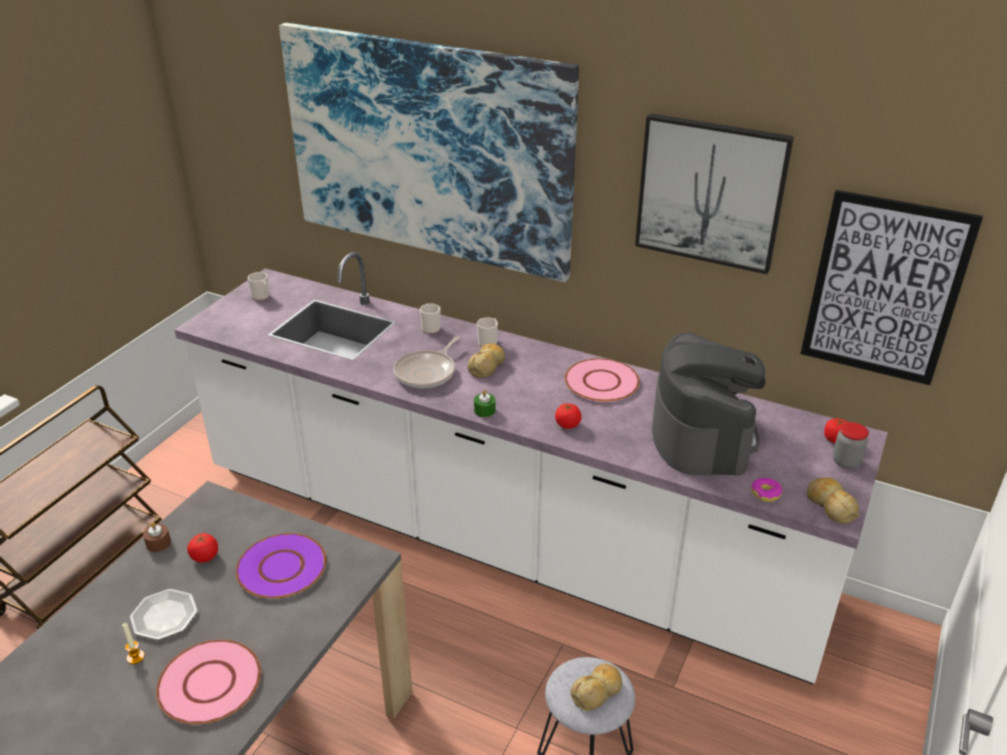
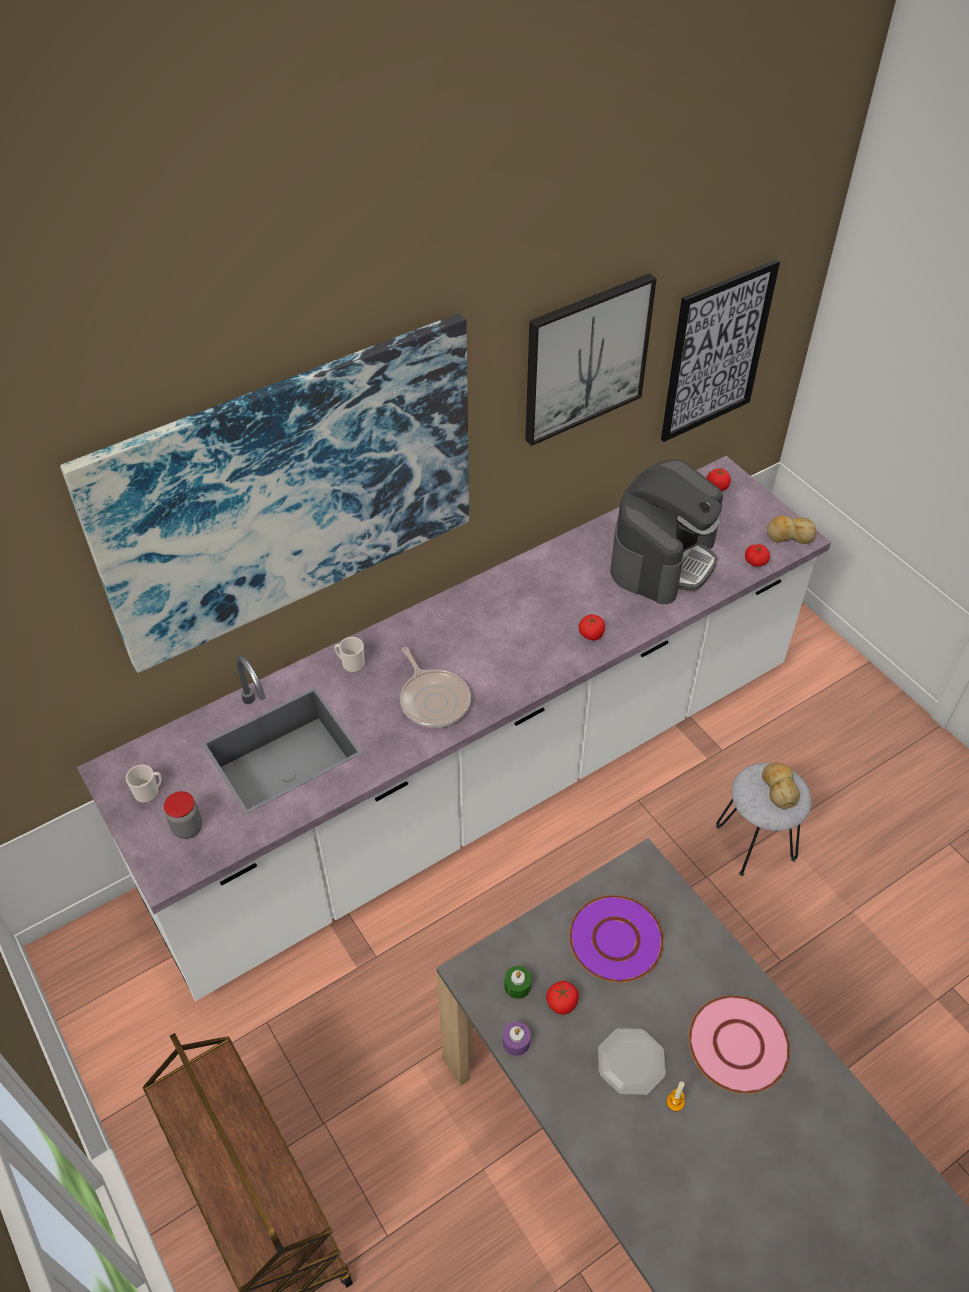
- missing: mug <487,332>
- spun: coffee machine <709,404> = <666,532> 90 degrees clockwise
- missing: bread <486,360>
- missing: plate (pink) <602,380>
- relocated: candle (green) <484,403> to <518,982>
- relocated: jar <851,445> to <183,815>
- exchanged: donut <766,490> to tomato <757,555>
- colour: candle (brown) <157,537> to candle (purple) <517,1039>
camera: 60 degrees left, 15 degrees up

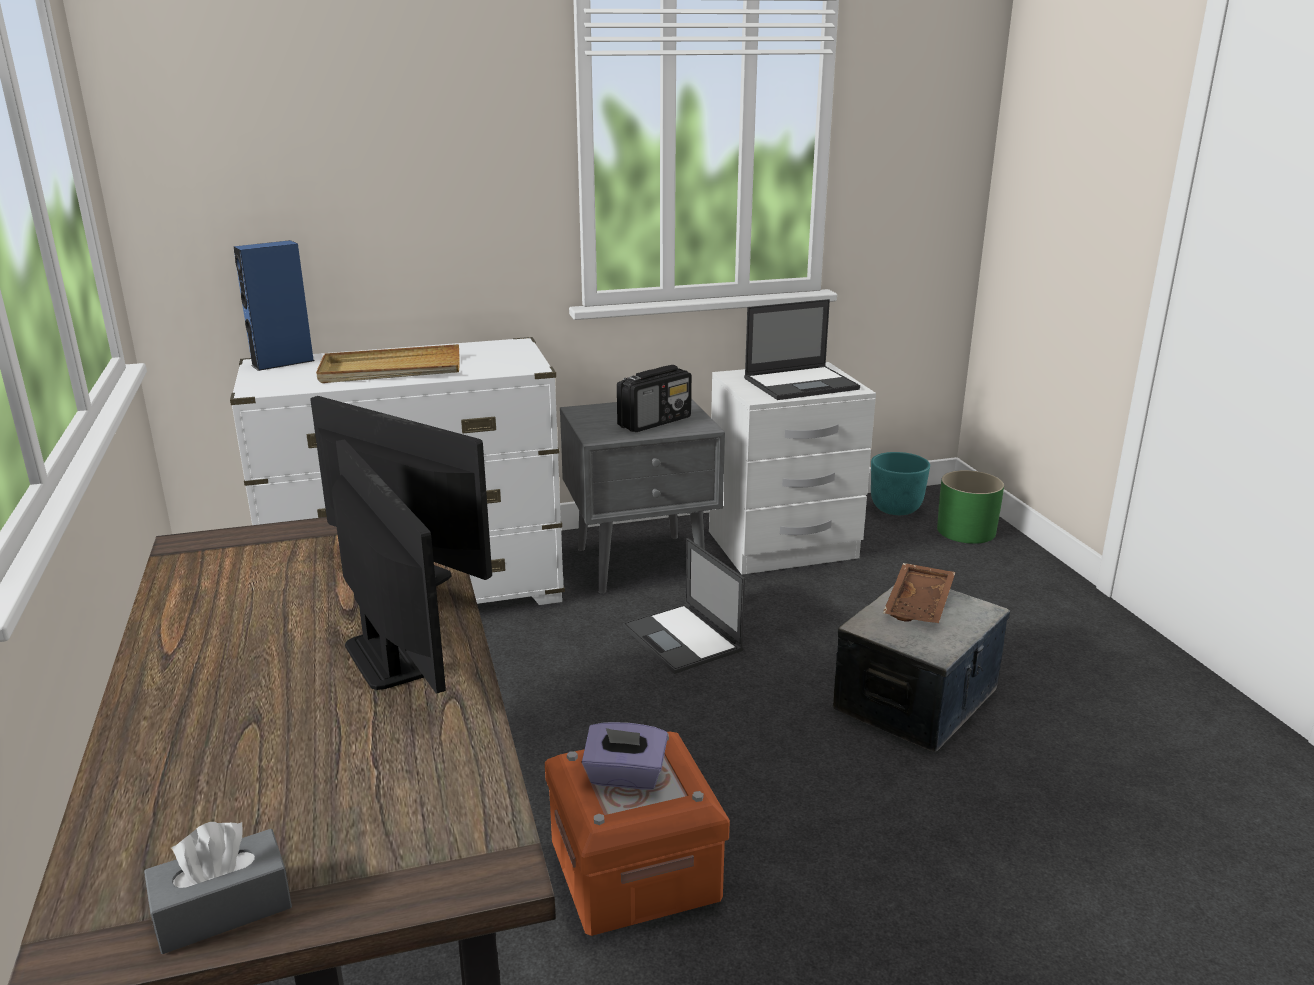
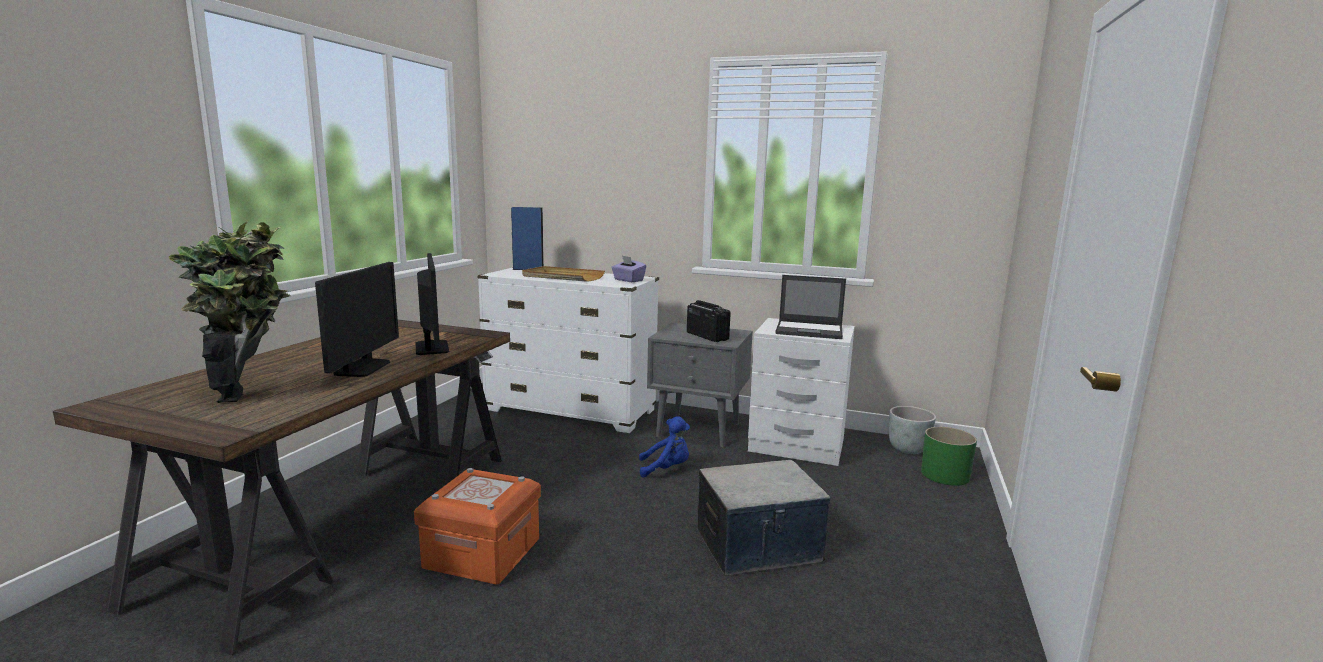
- spun: radio <654,398> = <709,321> 120 degrees counterclockwise
- colour: planter (turquoise) <900,483> to planter (grey) <912,430>
- exchanged: laptop <684,606> to plush toy (blue) <664,447>
- missing: tray (brown) <919,593>
- relocated: tissue box (purple) <625,756> to <628,269>
- missing: tissue box (grey) <218,888>
- appeared: potted plant <230,312>
camera: 35 degrees right, 10 degrees down

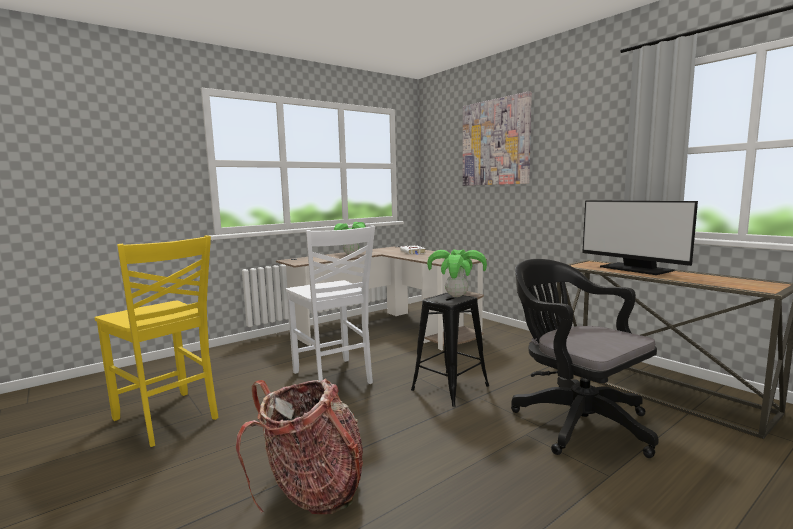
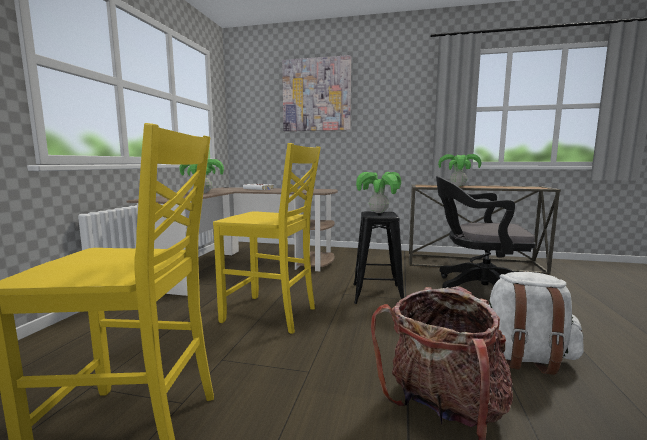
- exchanged: monitor <640,237> to potted plant <460,170>
- colour: chair (white) <330,305> to chair (yellow) <267,238>
- appeared: backpack (white) <536,323>
camera: 40 degrees left, 0 degrees up

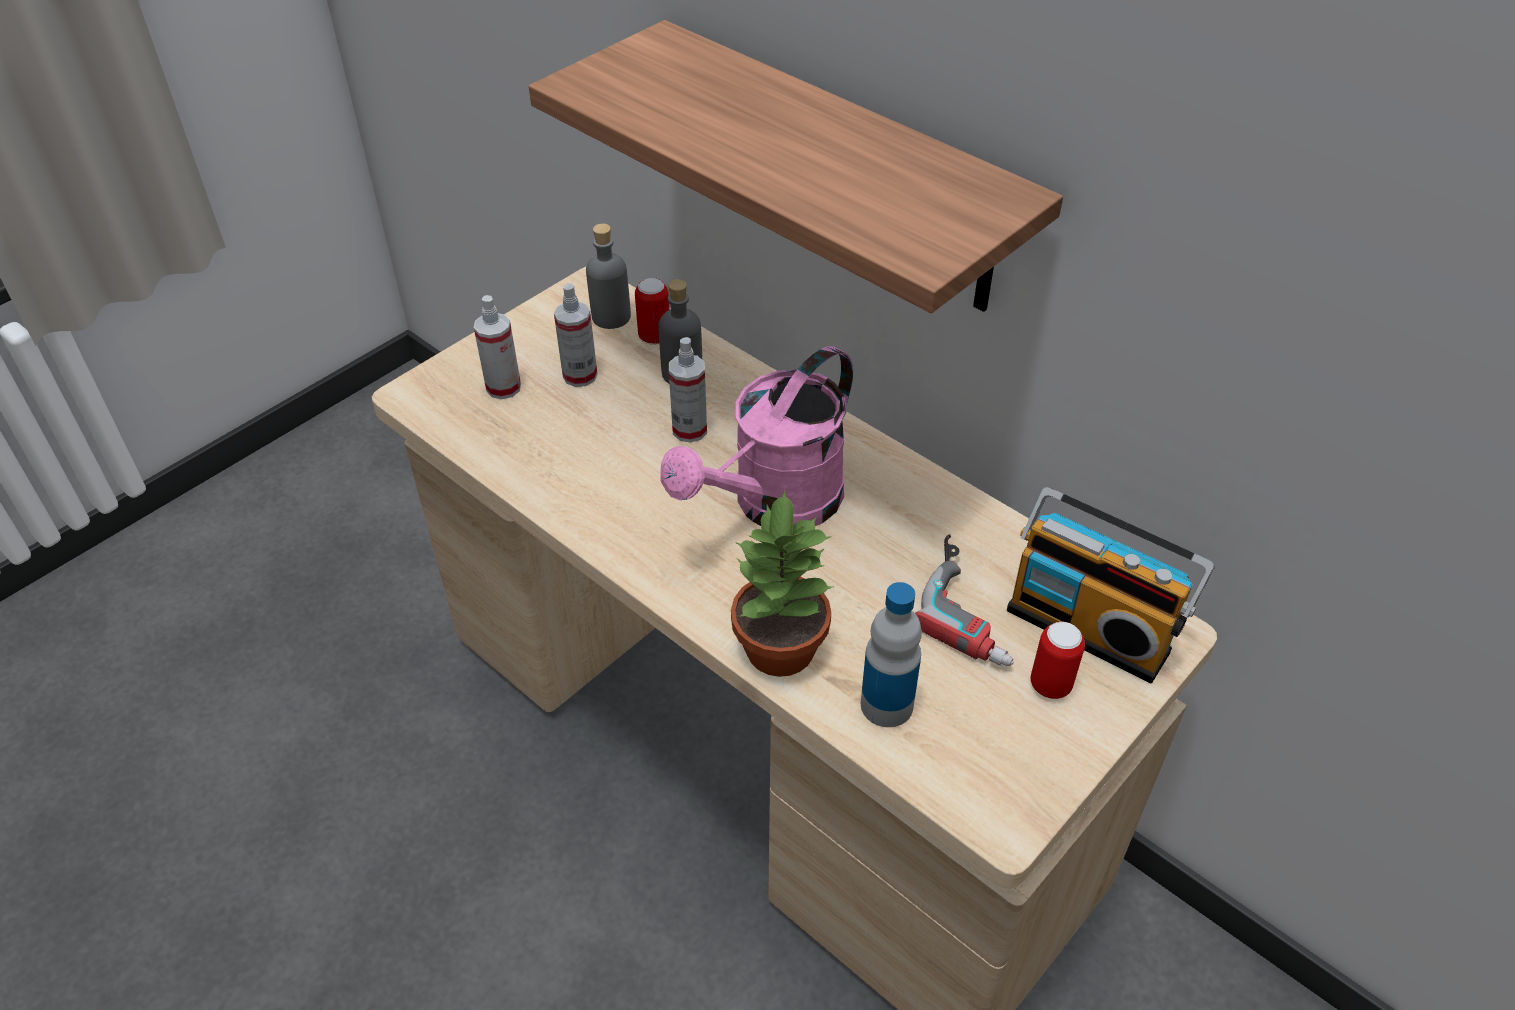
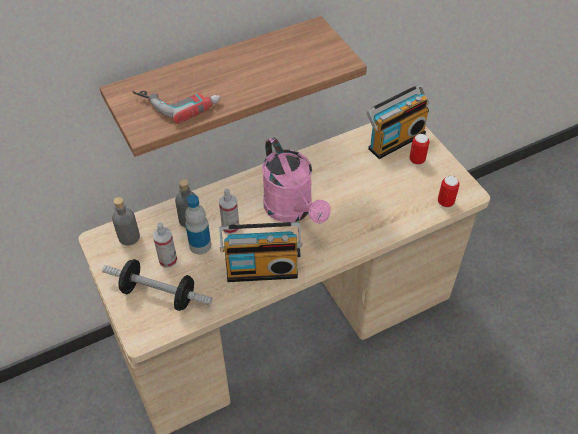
- relocated: can <652,311> to <449,191>
- exchanged: spray bottle <497,347> to dumbbell <157,285>
- missing: potted plant <781,584>
- relocated: power drill <964,600> to <176,107>
- relocated: bottle <891,654> to <198,224>
- appeared: radio <260,252>
camera: 70 degrees left, 5 degrees up

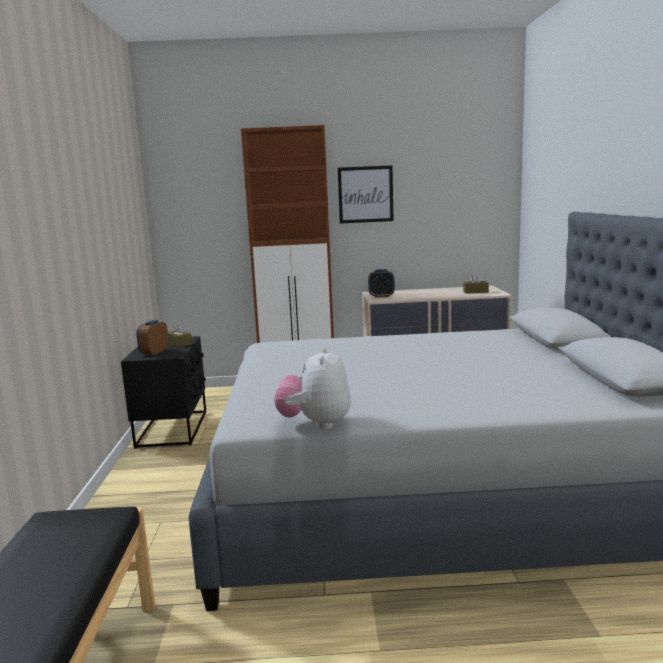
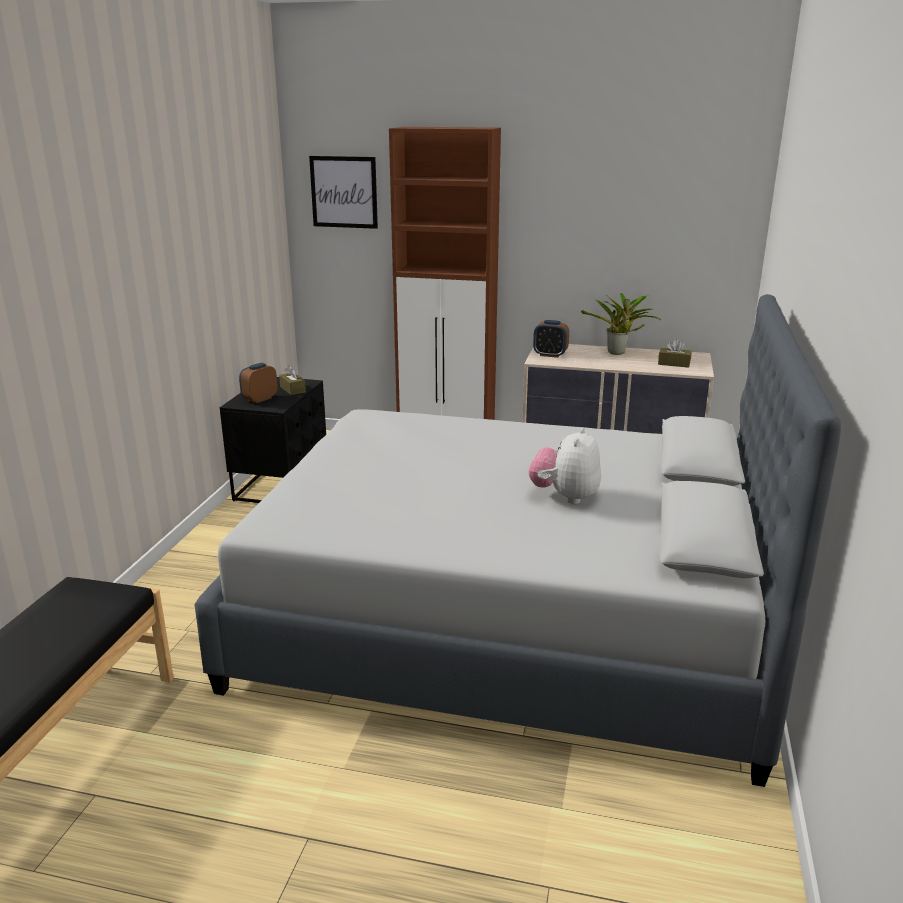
- relocated: picture <366,194> to <343,192>
- relocated: plush toy <312,388> to <565,465>
- appeared: potted plant <621,324>
camera: 15 degrees right, 10 degrees up

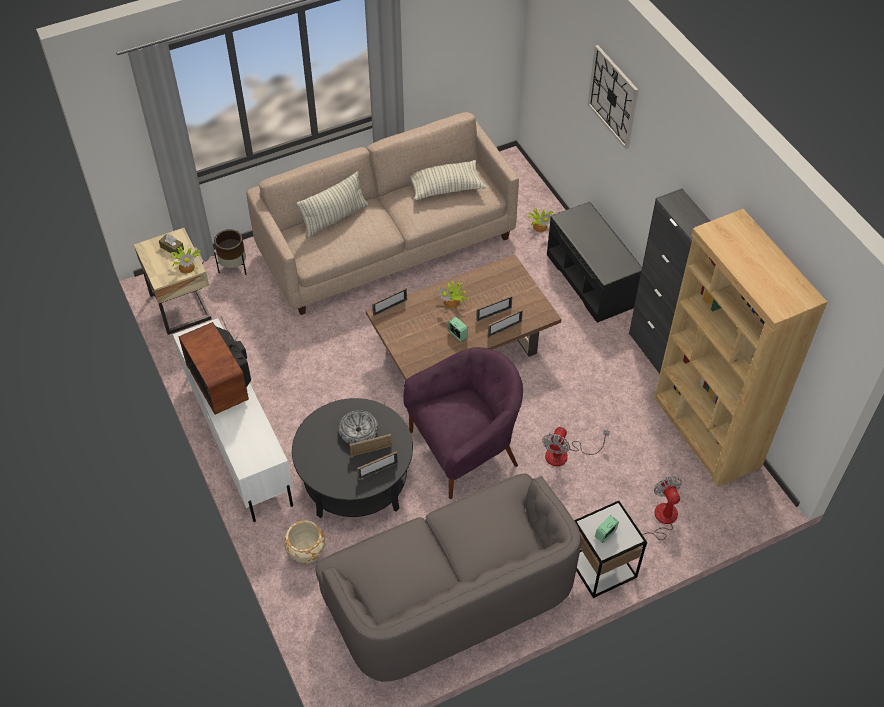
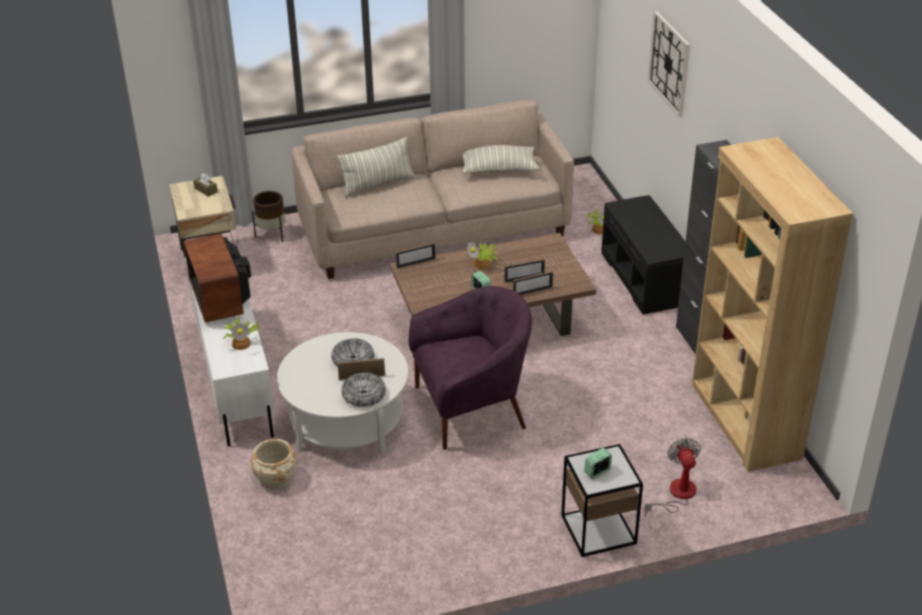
- relocated: potted plant <185,260> to <241,334>
- colour: coffee table (black) <352,458> to coffee table (white) <342,393>
- missing: fan <576,446>
- exchanged: picture frame <377,465> to bowl <363,389>
- missing: sofa (grey) <448,577>
camera: 10 degrees right, 15 degrees down

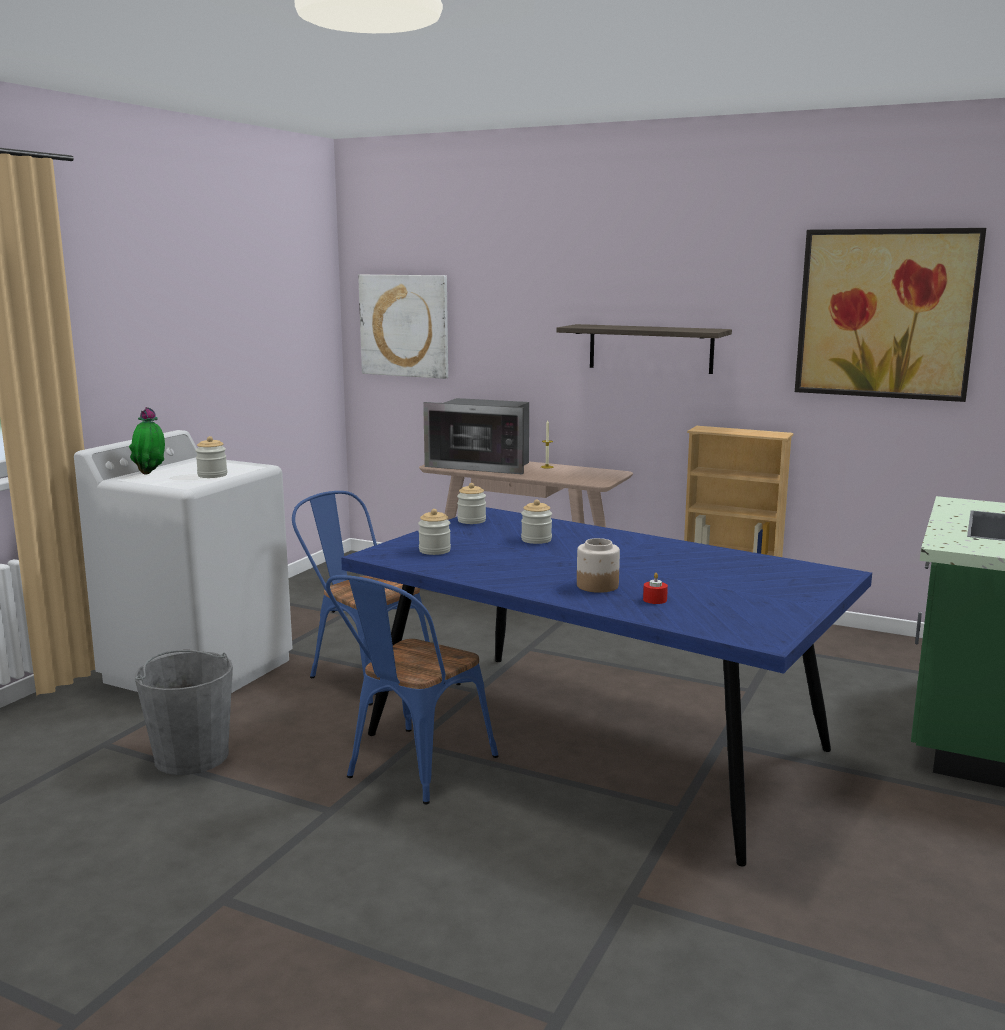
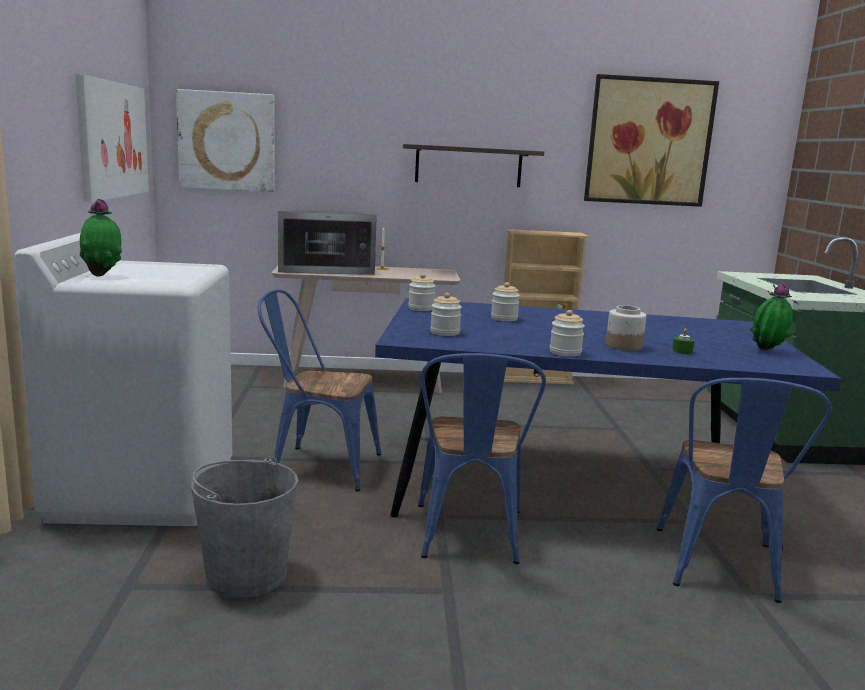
- relocated: jar <211,457> to <567,333>
- colour: candle (red) <655,588> to candle (green) <683,341>
- appeared: picture <112,138>
- appeared: potted plant <771,316>
- appeared: chair (blue) <744,490>
camera: 30 degrees left, 0 degrees up

